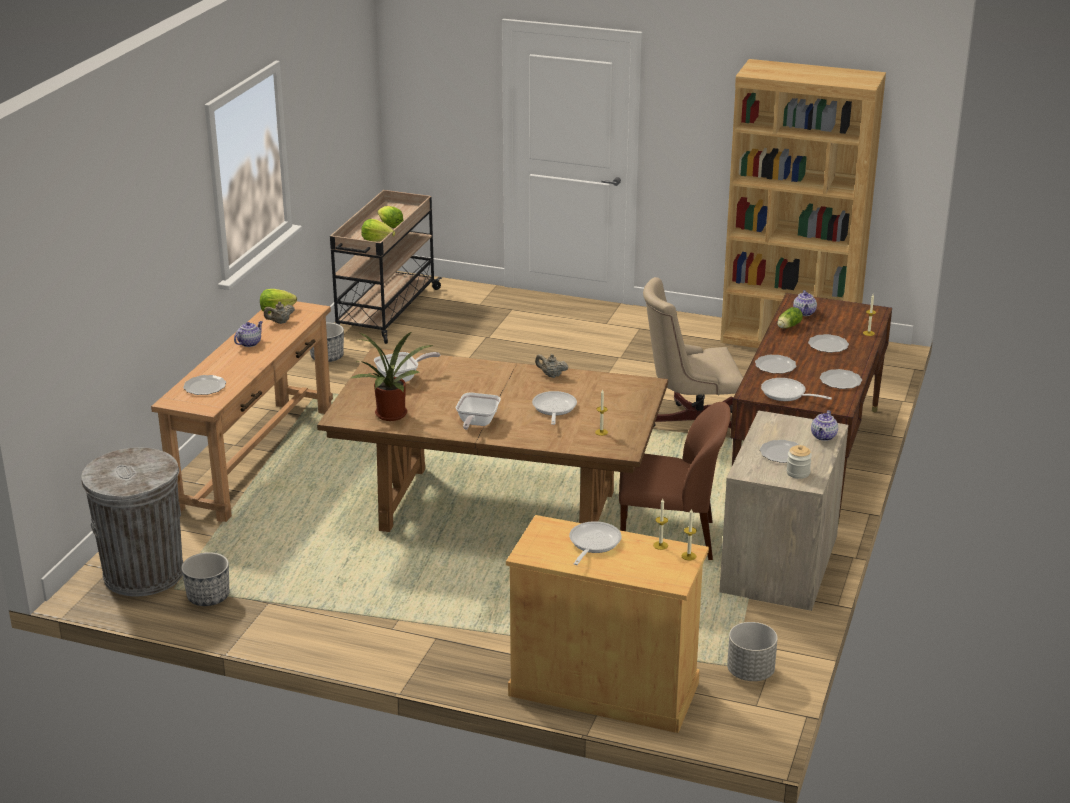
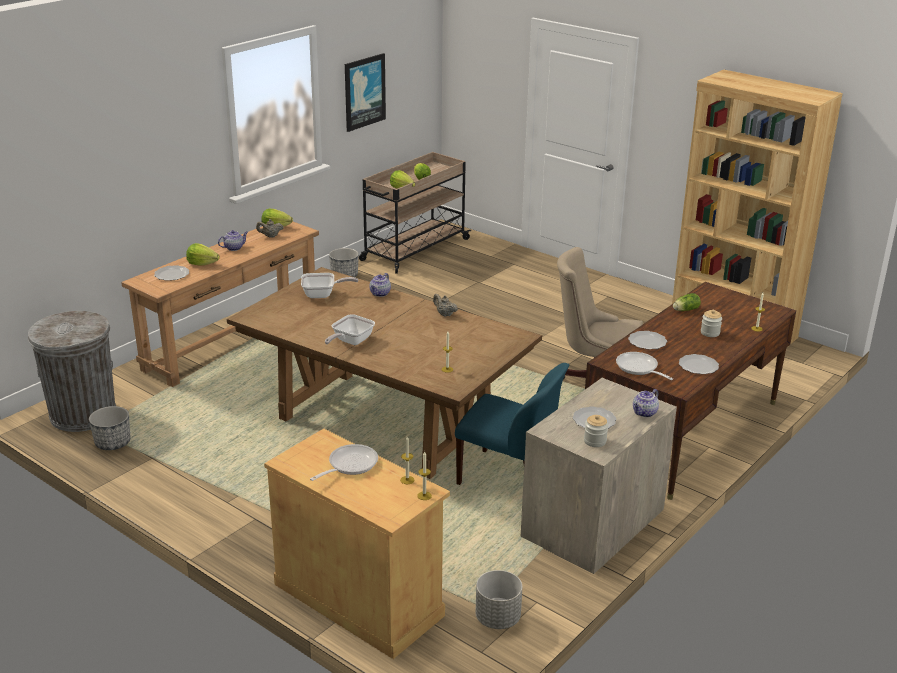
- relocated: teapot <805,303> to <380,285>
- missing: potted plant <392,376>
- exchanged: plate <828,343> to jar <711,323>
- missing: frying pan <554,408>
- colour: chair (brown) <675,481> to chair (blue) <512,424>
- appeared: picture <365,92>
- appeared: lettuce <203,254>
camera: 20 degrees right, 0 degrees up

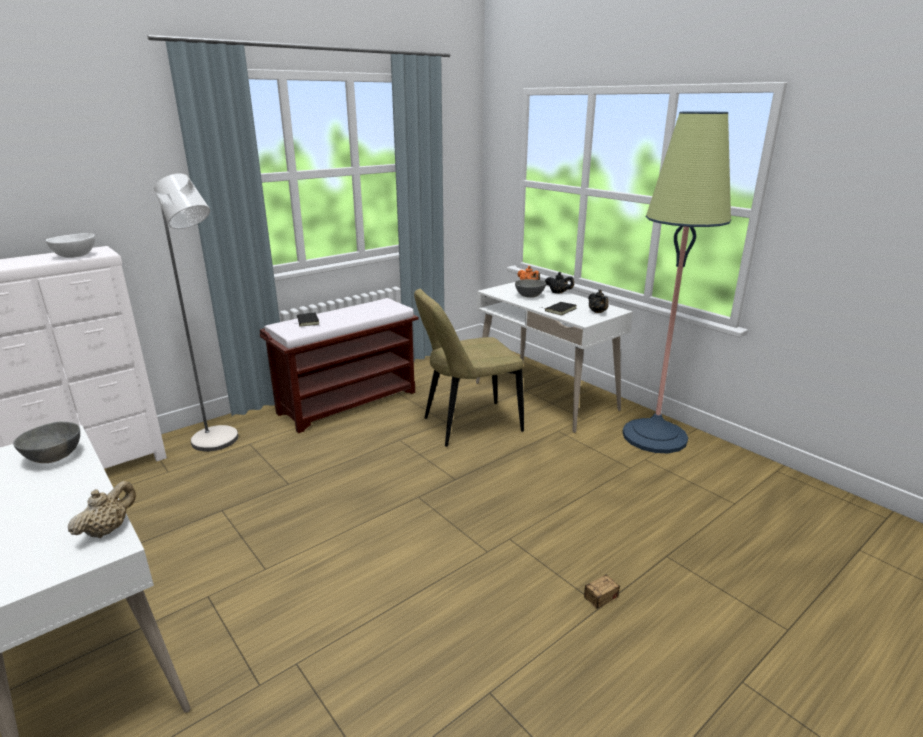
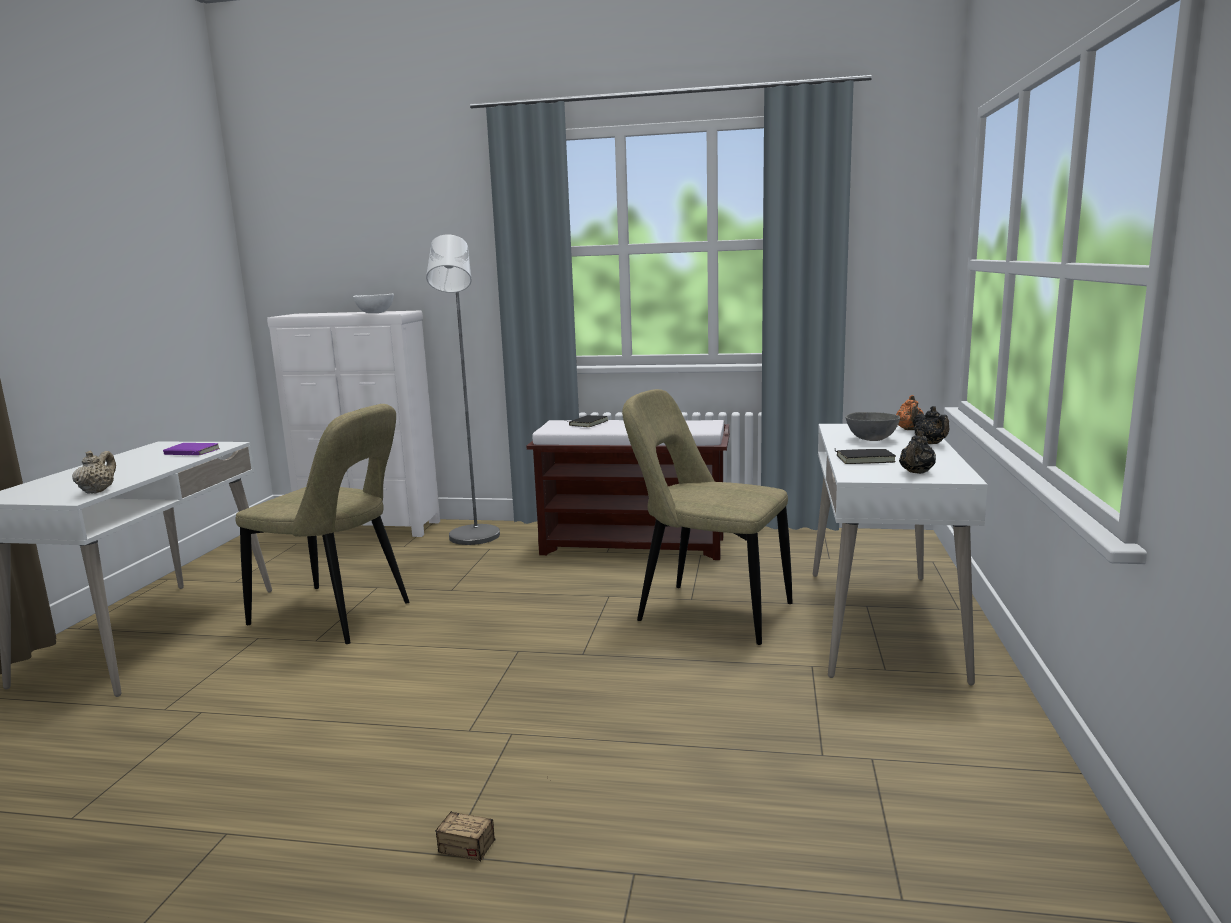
- missing: floor lamp <677,282>
- exchanged: bowl (grey) <46,442> to book (purple) <191,449>
- spun: teapot (beige) <102,509> = <94,472> 75 degrees counterclockwise
- appeared: chair (beige) <322,524>
camera: 50 degrees right, 10 degrees down

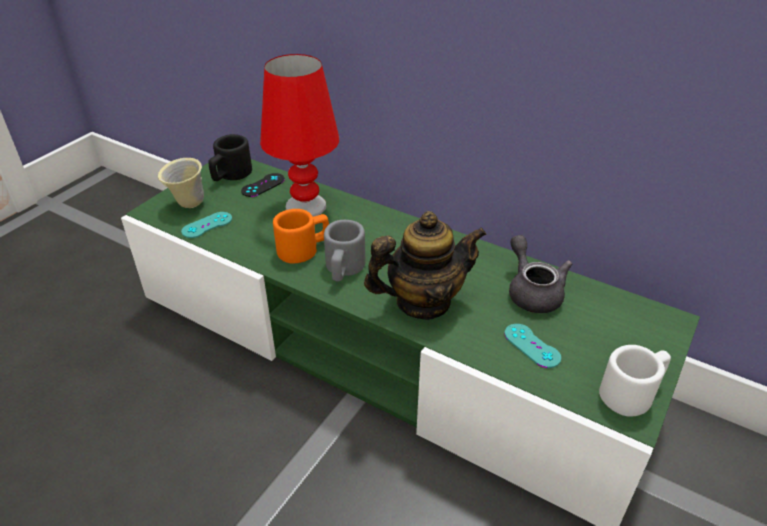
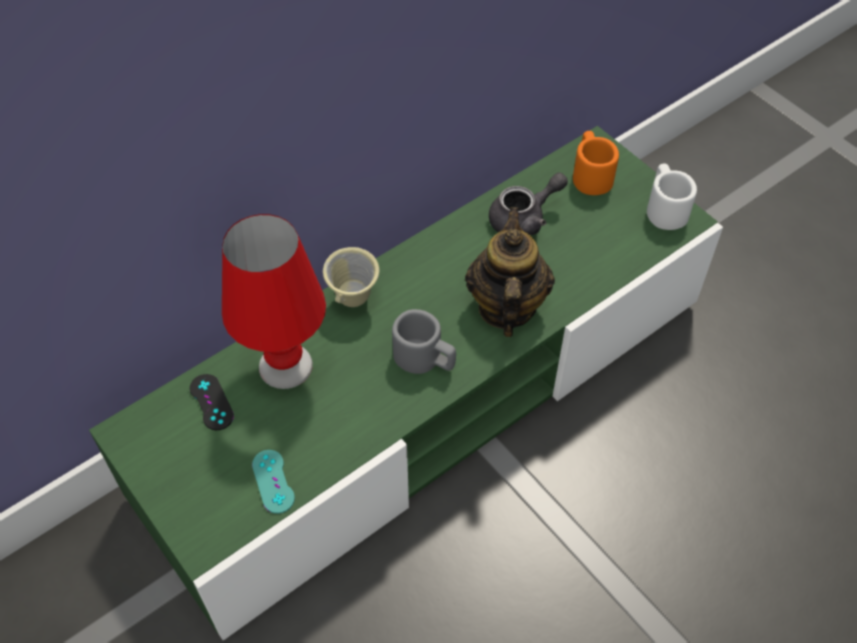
- missing: mug (black) <230,157>
- relocated: mug (beige) <181,183> to <351,277>
- relocated: mug (orange) <301,236> to <596,163>
- spun: teapot (grey) <540,274> = <528,203> 150 degrees clockwise
- missing: game controller (turquoise) <532,346>
camera: 70 degrees left, 15 degrees up

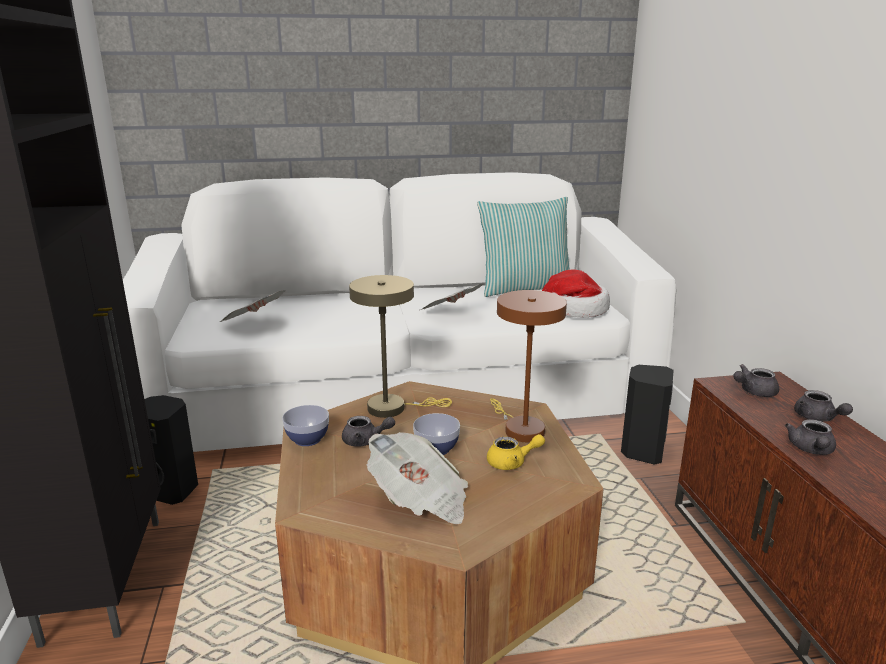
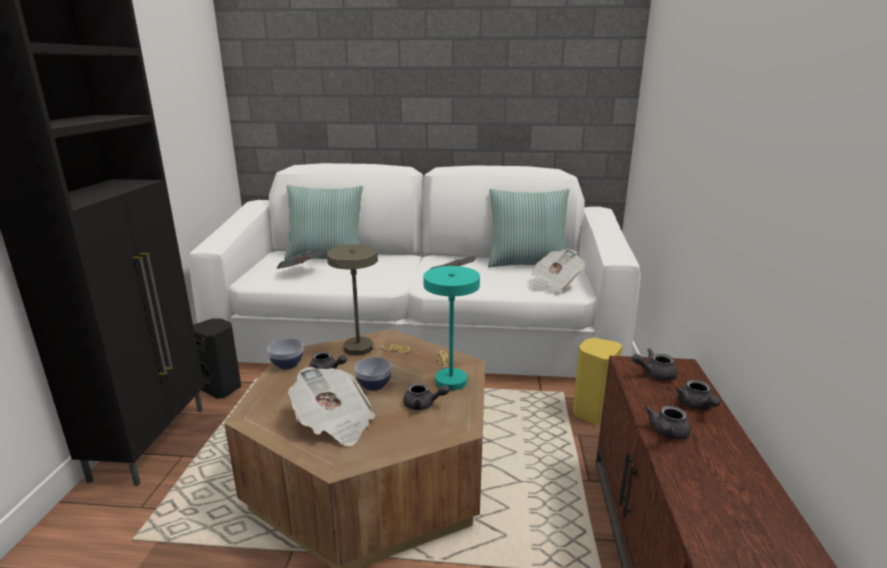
- exchanged: hat <576,293> to newspaper <557,271>
- colour: table lamp (brown) <528,366> to table lamp (turquoise) <451,328>
- colour: speaker (black) <647,415> to speaker (yellow) <597,381>
- colour: teapot (yellow) <516,452> to teapot (grey) <426,396>
- appeared: pillow <323,222>
camera: 15 degrees right, 0 degrees up

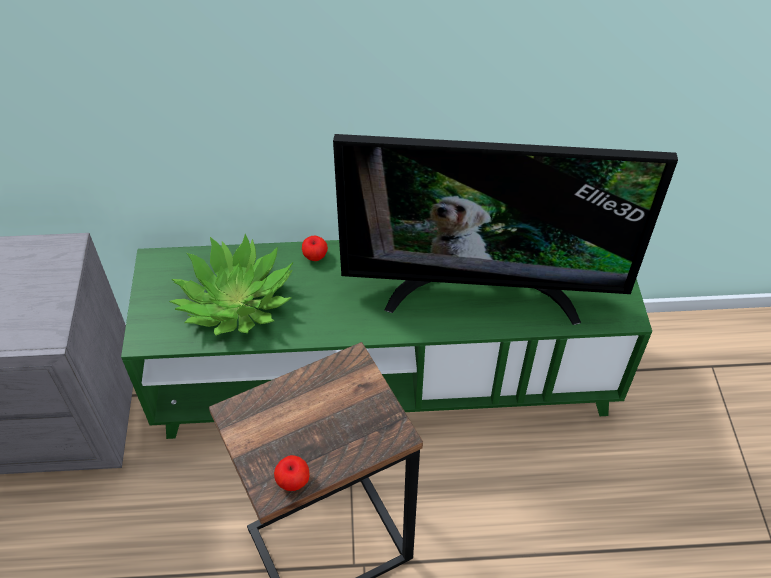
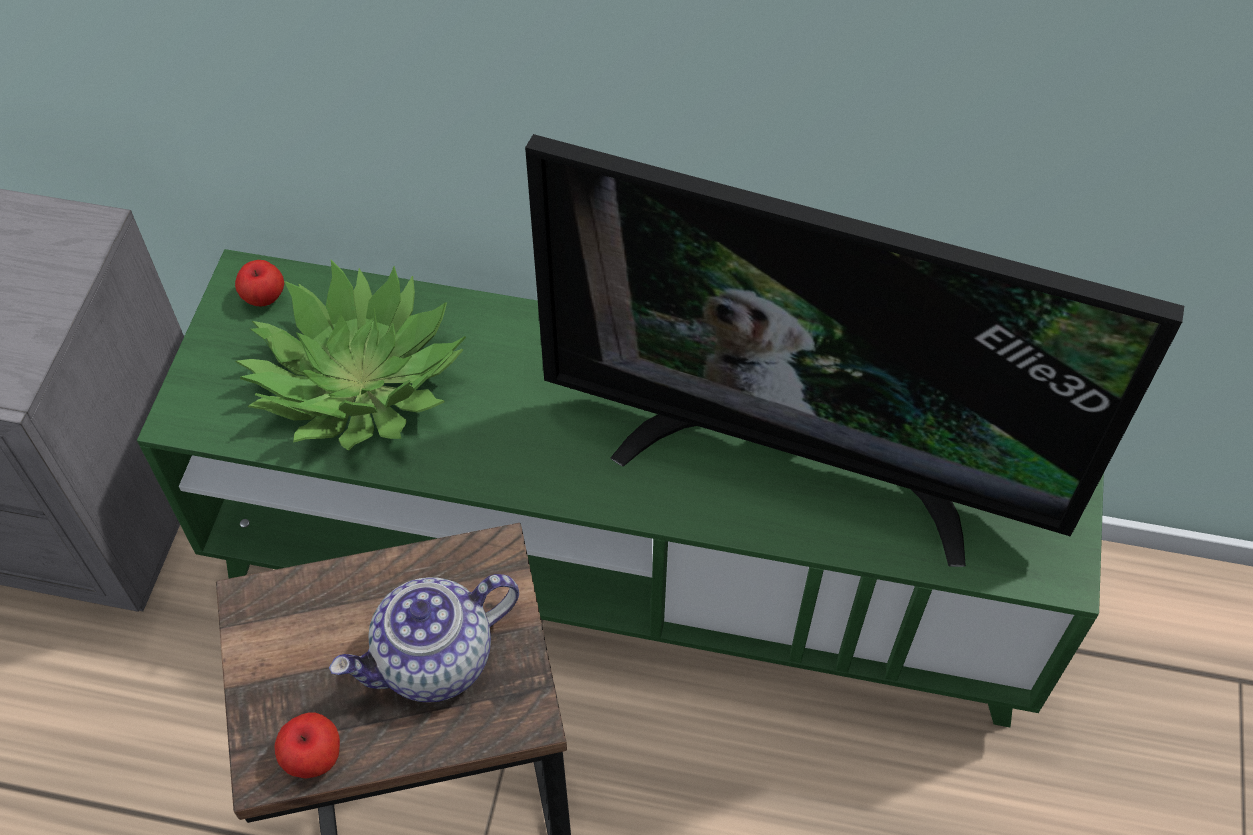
- relocated: apple <315,248> to <259,283>
- appeared: teapot <424,638>
camera: 15 degrees right, 5 degrees up

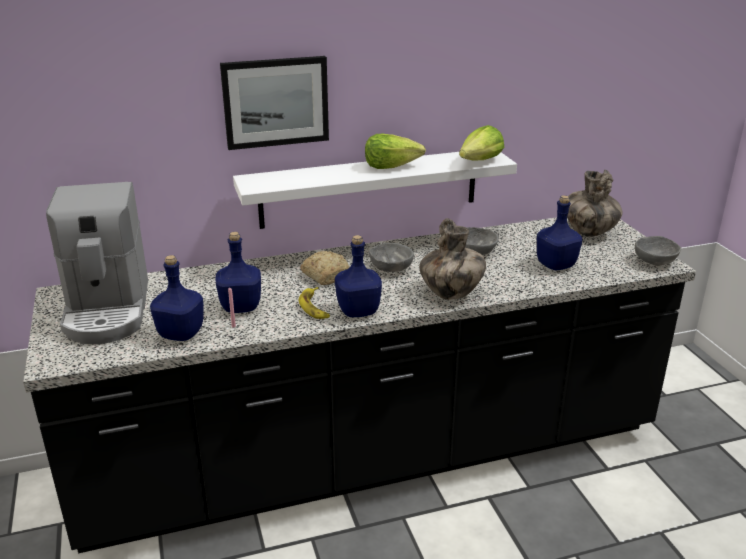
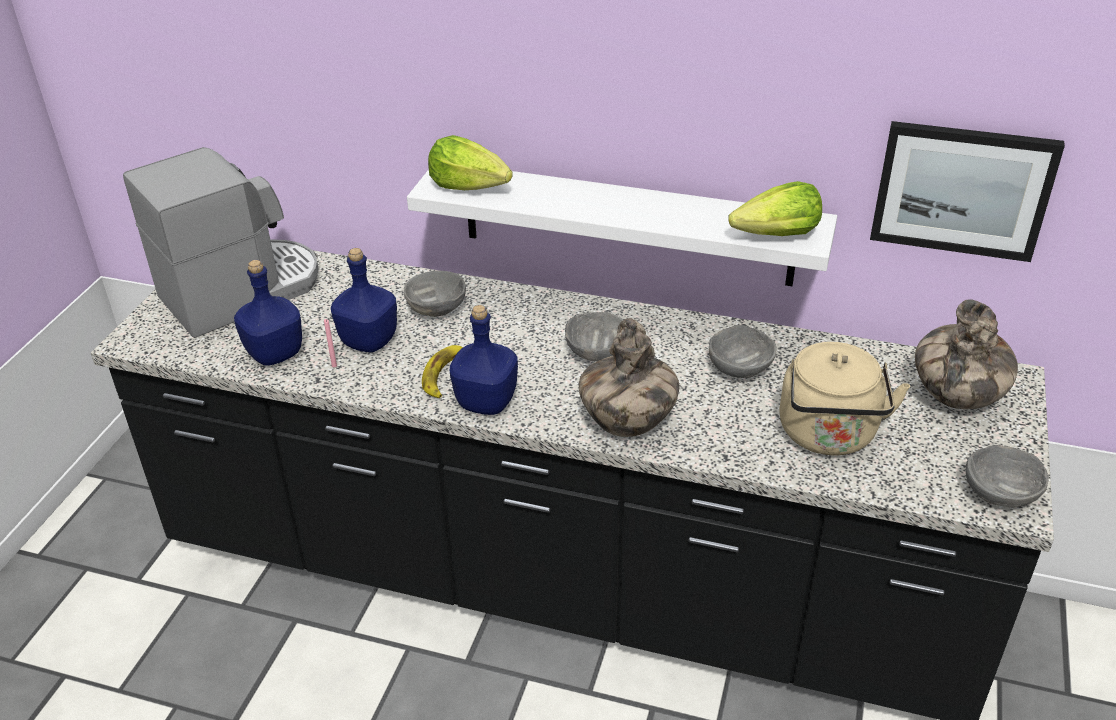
- relocated: picture <274,103> to <967,191>
- relocated: lettuce <395,151> to <470,162>
- spun: coffee machine <97,263> = <221,242> 150 degrees counterclockwise
- exchanged: bottle (blue) <560,232> to kettle (beige) <844,399>
- missing: bread <325,268>
- appeared: bowl (grey) <435,294>
camera: 35 degrees right, 10 degrees up

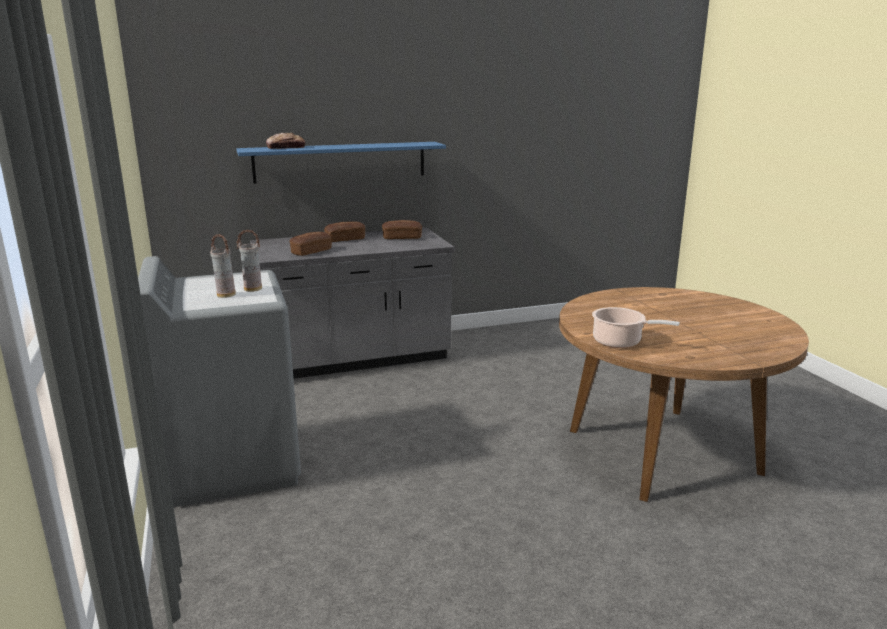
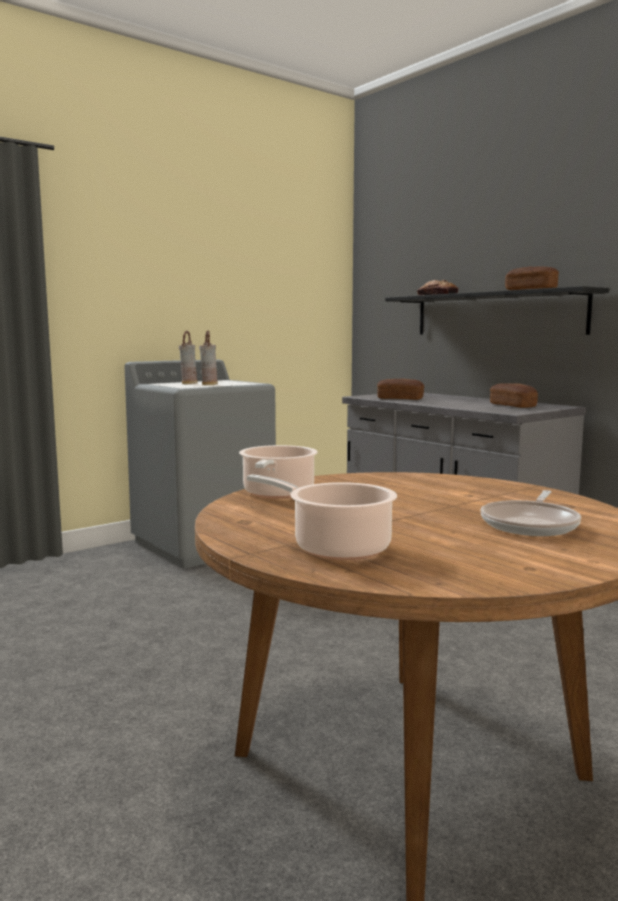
- colour: shelf (blue) <341,163> to shelf (black) <497,310>
- relocated: bread <344,231> to <532,278>
- appeared: cooking pot <322,517>
- appeared: frying pan <531,513>
camera: 70 degrees right, 10 degrees down

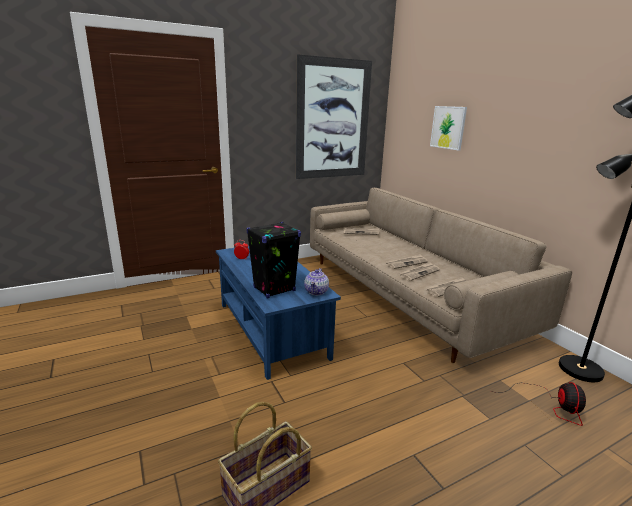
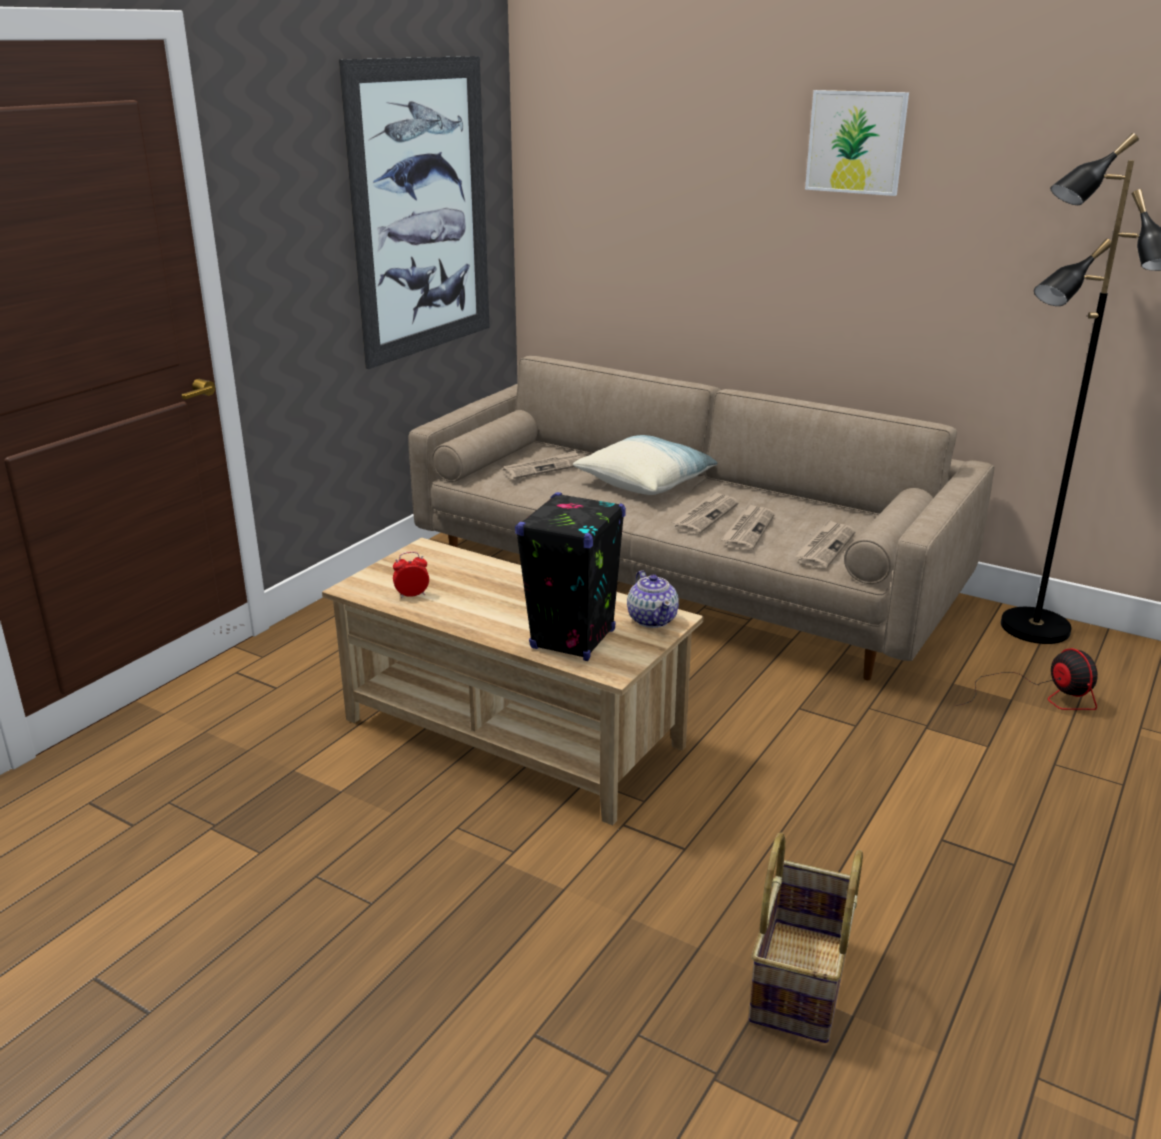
- relocated: picture <448,128> to <857,143>
- colour: coffee table (blue) <278,313> to coffee table (beige) <512,681>
- appeared: pillow <645,465>
camera: 30 degrees left, 5 degrees up

